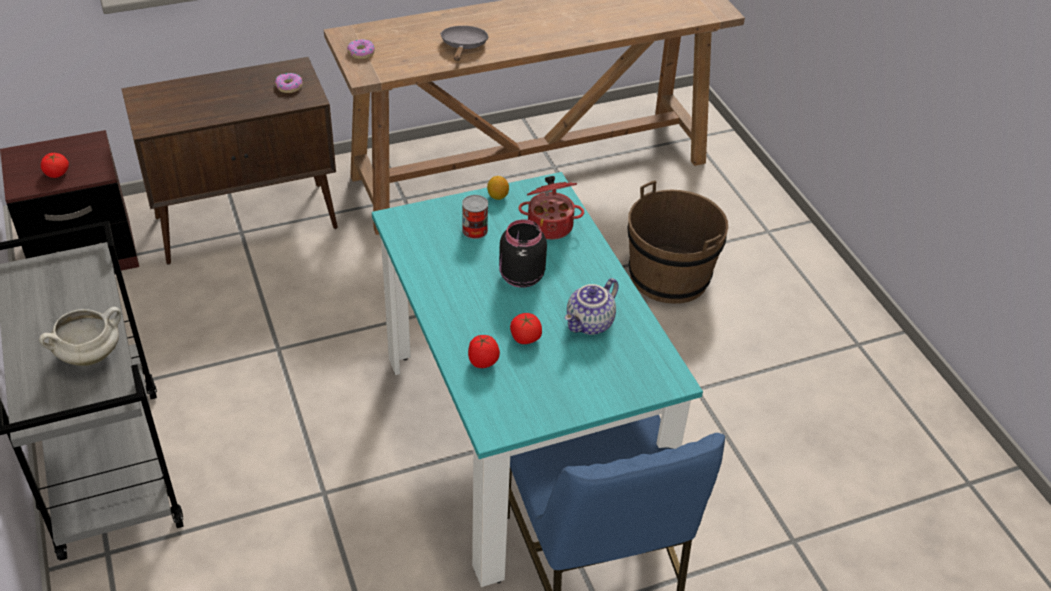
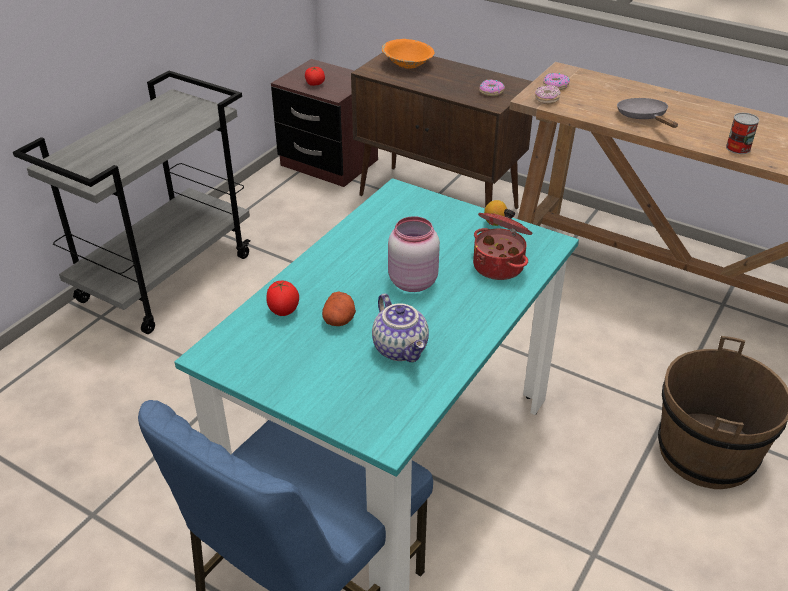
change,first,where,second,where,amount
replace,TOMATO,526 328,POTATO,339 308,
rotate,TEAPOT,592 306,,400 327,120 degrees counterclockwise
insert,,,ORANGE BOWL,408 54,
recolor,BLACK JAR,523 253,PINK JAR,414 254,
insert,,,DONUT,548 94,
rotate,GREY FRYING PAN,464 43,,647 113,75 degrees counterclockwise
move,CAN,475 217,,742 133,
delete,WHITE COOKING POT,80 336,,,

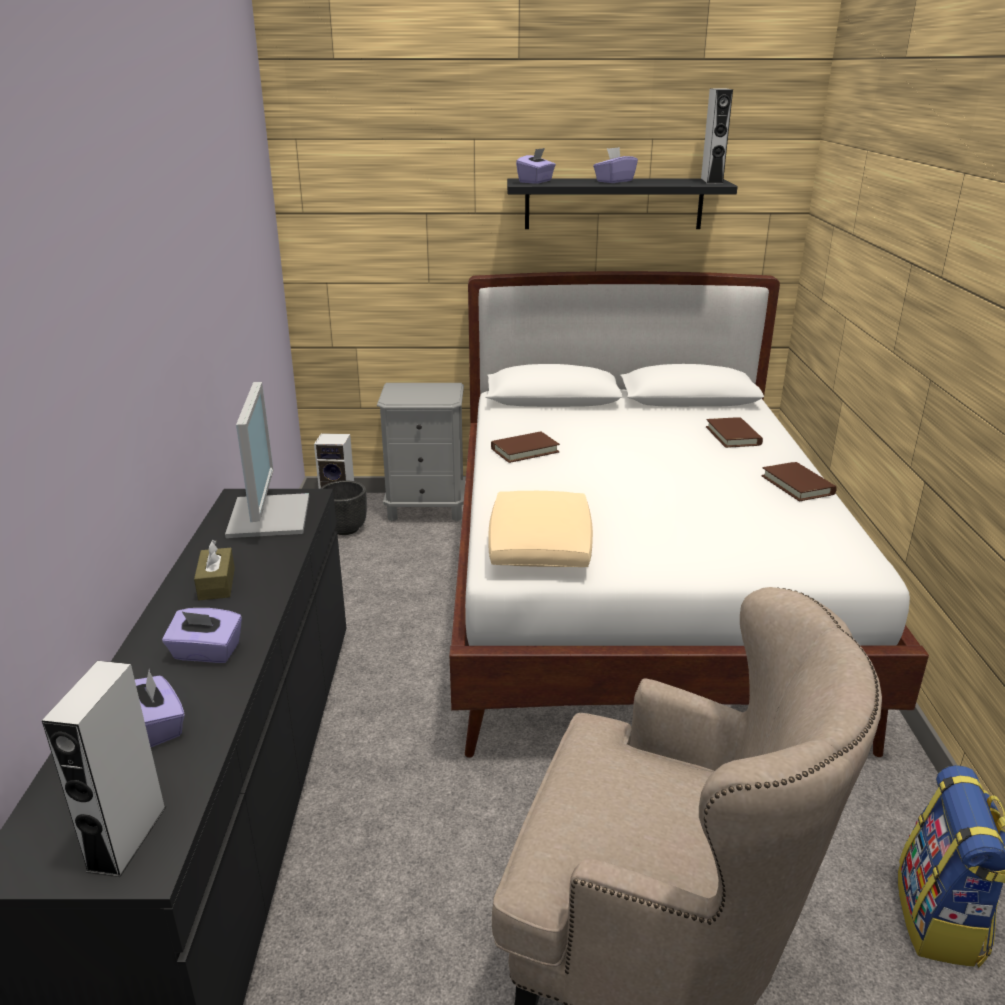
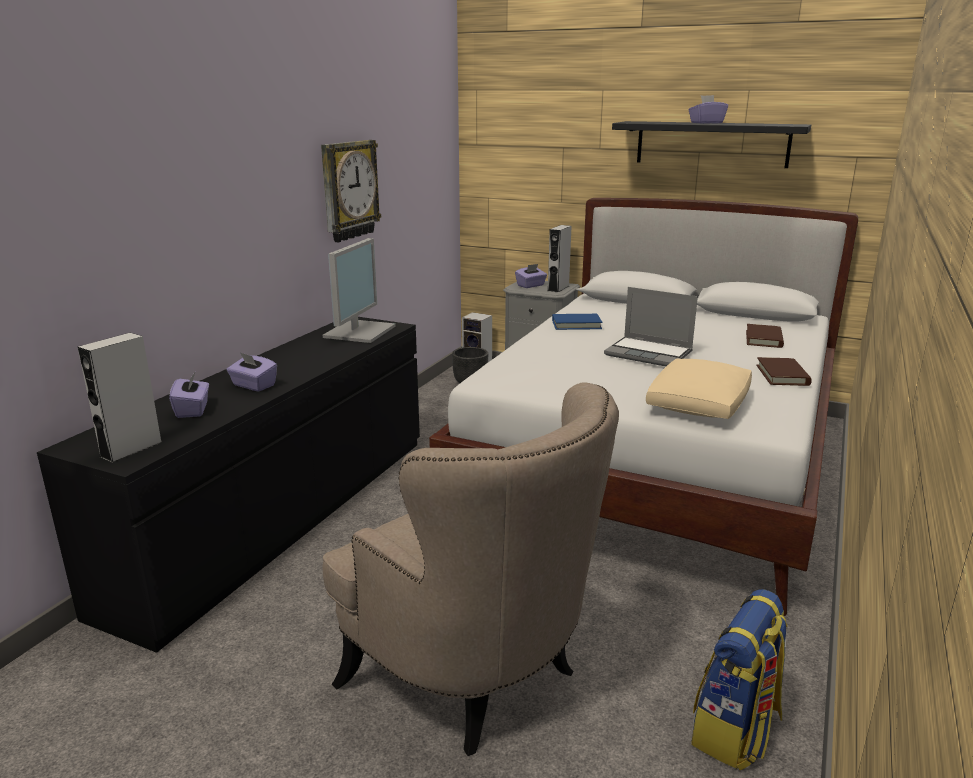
change,first,where,second,where,amount
insert,,,WALL CLOCK,351 191,
move,PURPLE TISSUE BOX,536 166,,531 276,
move,GREY SPEAKER,717 136,,560 258,
recolor,BROWN BOOK,525 447,BLUE BOOK,577 322,
insert,,,LAPTOP,651 326,
move,BEIGE PILLOW,540 529,,699 389,
delete,BROWN TISSUE BOX,214 570,,,

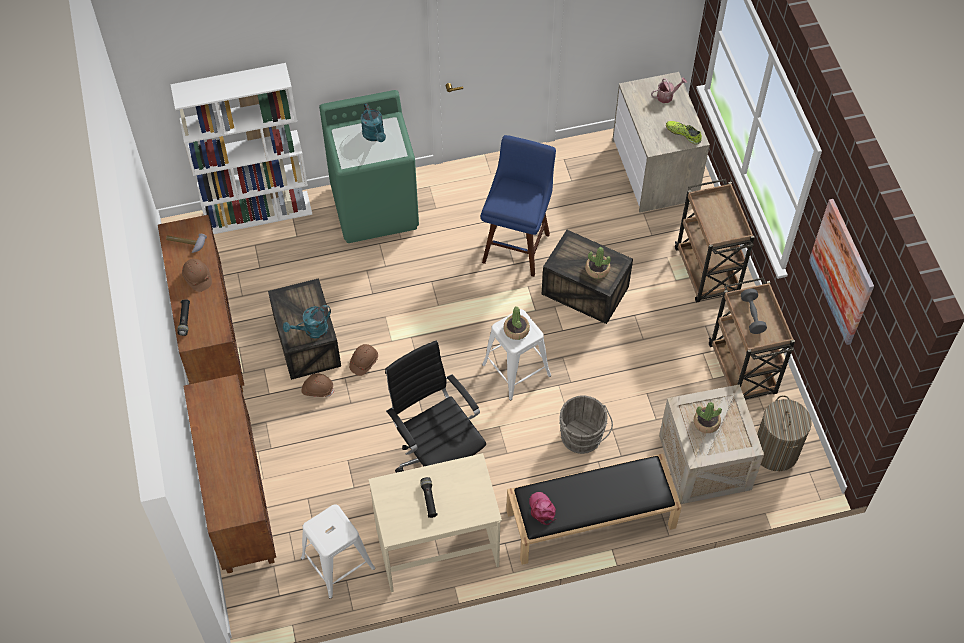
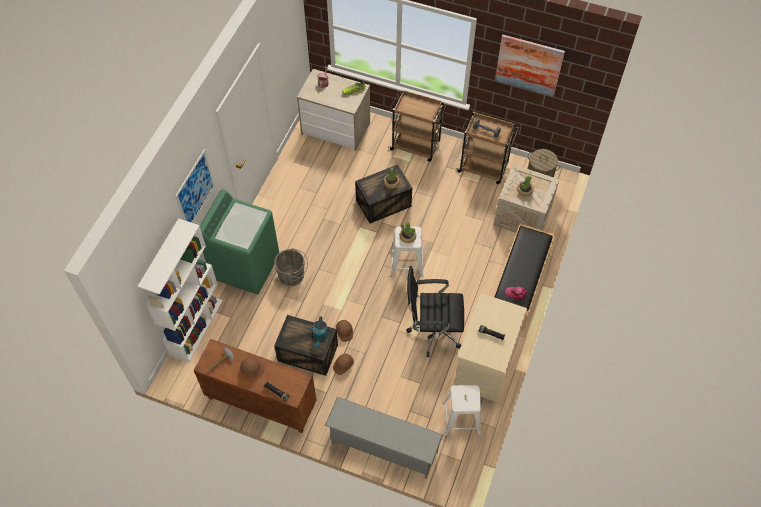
change,first,where,second,where,amount
insert,,,PICTURE,195 186,
move,GREY BUCKET,586 425,,291 267,
replace,BROWN CABINET,230 473,GREY SHOE RACK,384 438,
delete,TURQUOISE WATERING CAN,373 122,,,
delete,BLUE STOOL,518 206,,,

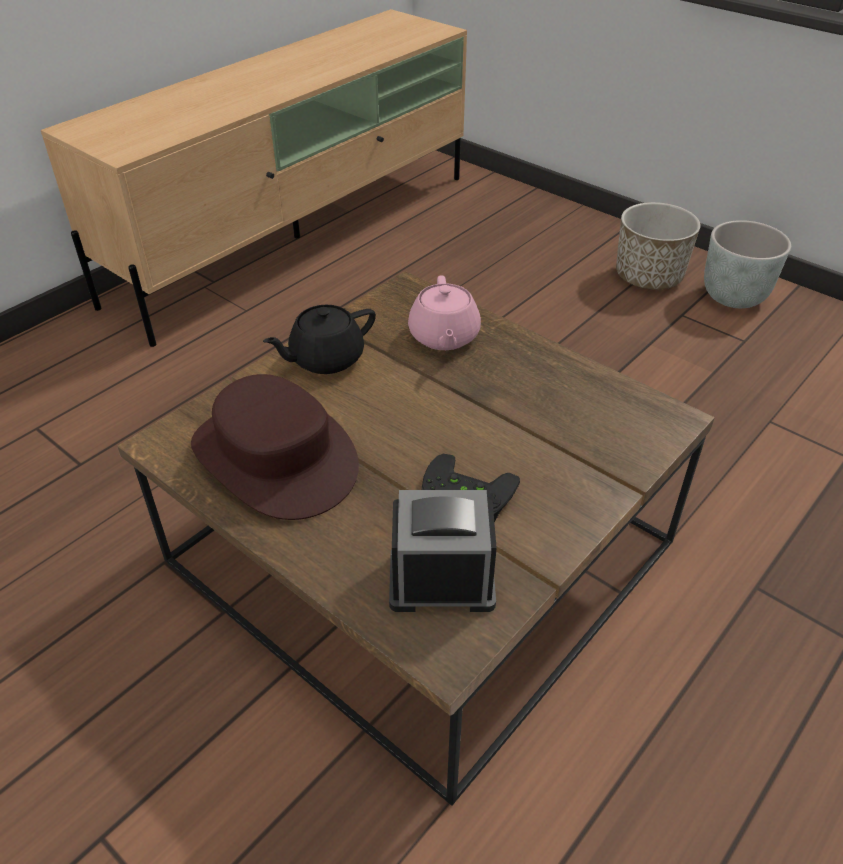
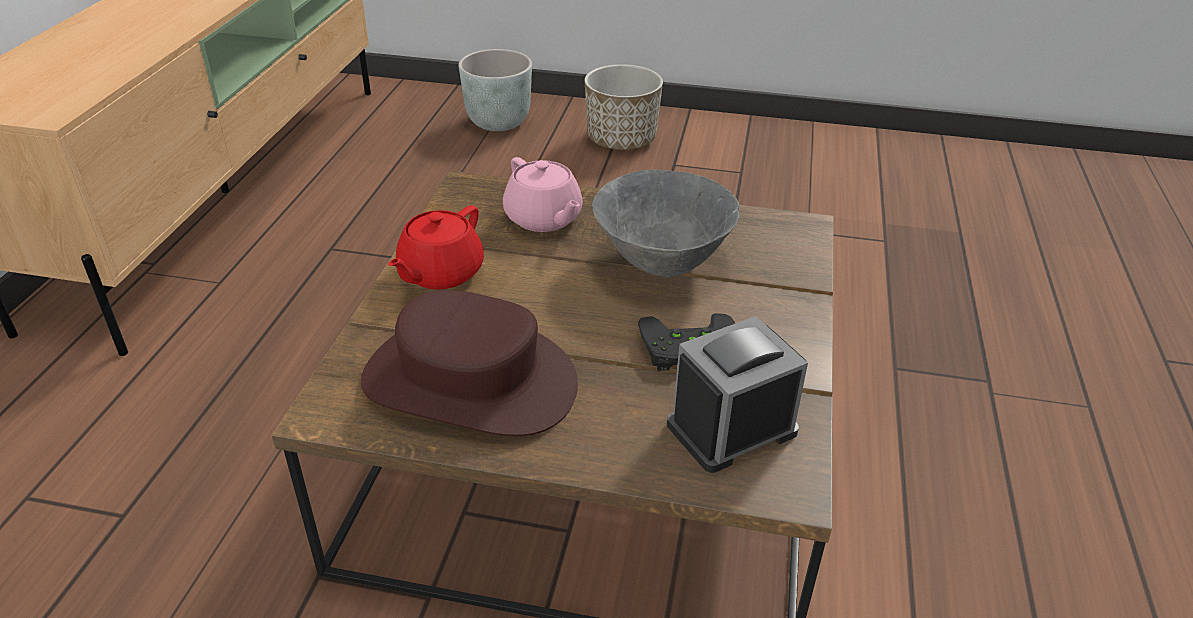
change,first,where,second,where,amount
recolor,BLACK TEAPOT,319 339,RED TEAPOT,435 247,
move,GREY PLANTER,747 264,,495 90,
insert,,,GREY BOWL,666 223,

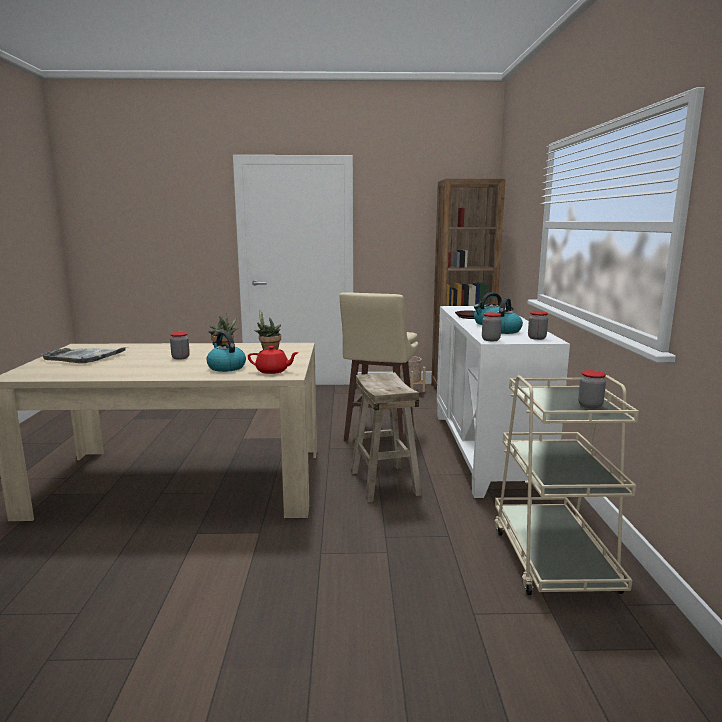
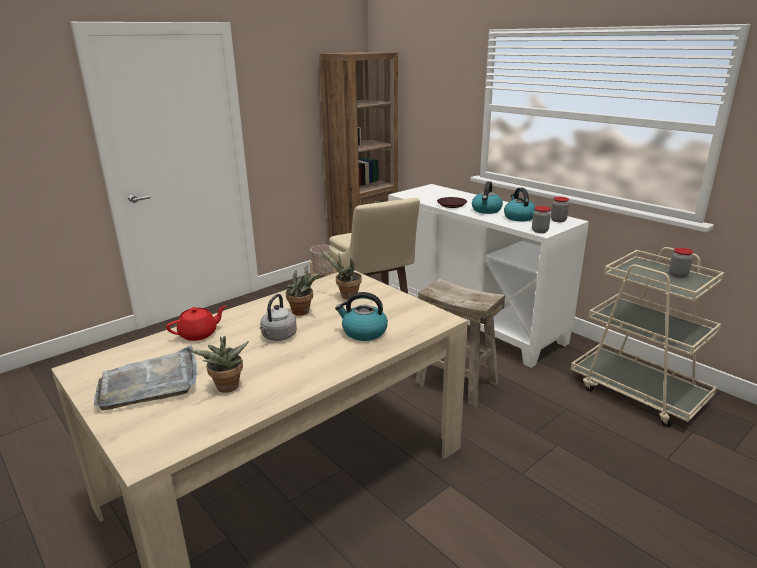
change,first,where,second,where,amount
move,RED TEAPOT,273 360,,196 323,
insert,,,POTTED PLANT,219 364,
replace,JAR,180 346,GREY KETTLE,278 317,

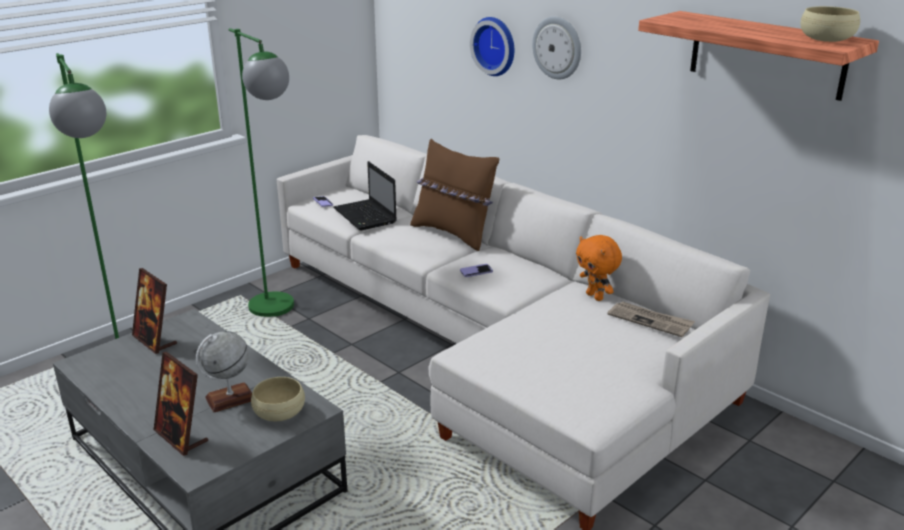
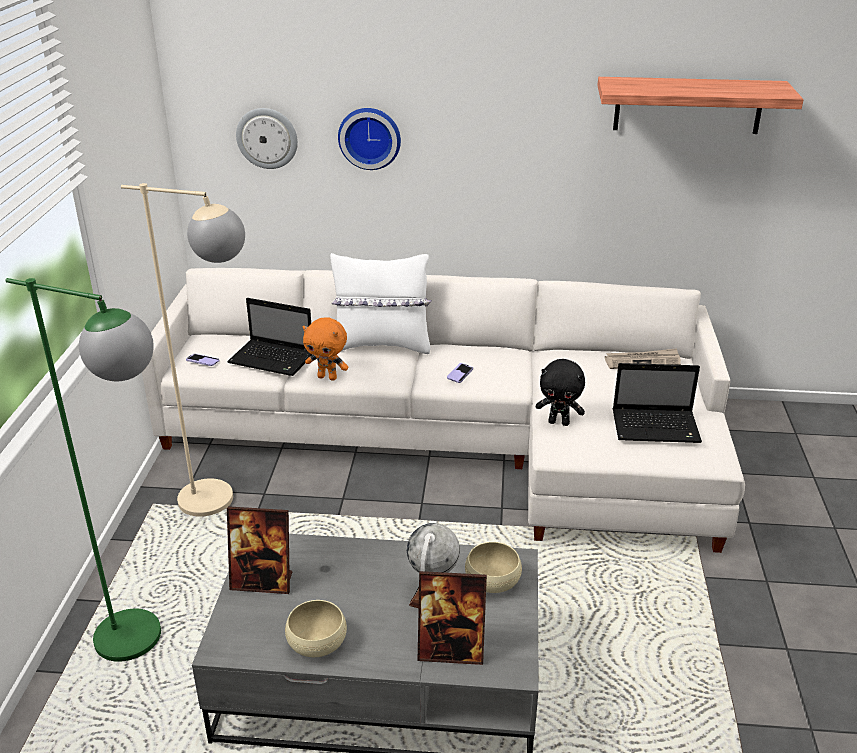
change,first,where,second,where,amount
recolor,GREEN FLOOR LAMP,261 172,BEIGE FLOOR LAMP,183 349,
move,WALL CLOCK,556 48,,267 138,
move,BEIGE BOWL,830 24,,316 628,
move,ORANGE PLUSH TOY,599 268,,325 349,
recolor,BROWN PILLOW,454 195,WHITE PILLOW,381 303,
insert,,,BLACK PLUSH TOY,560 392,
insert,,,LAPTOP,657 403,

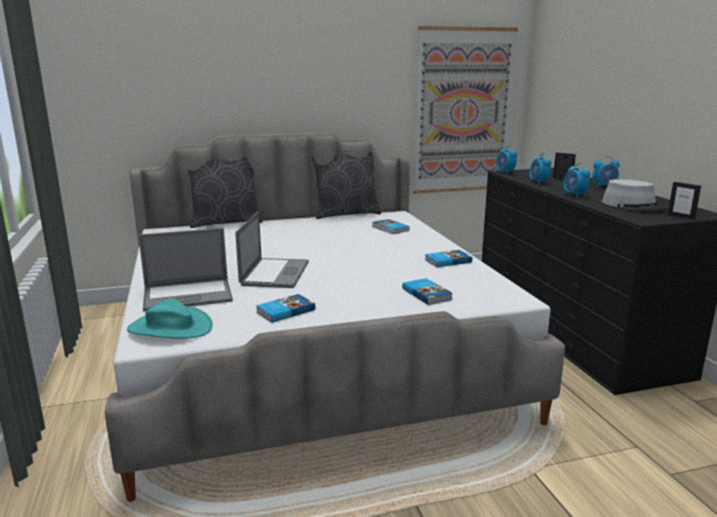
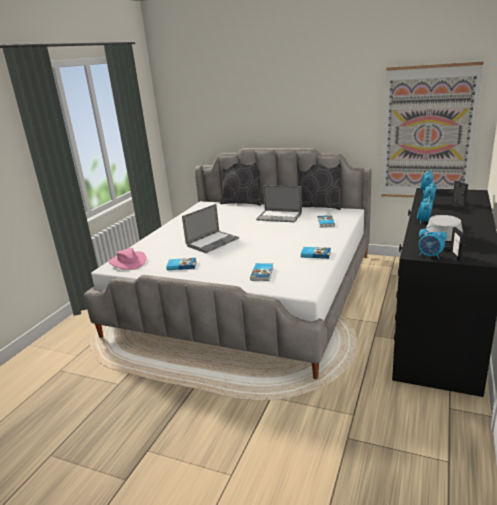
change,first,where,second,where,amount
recolor,TURQUOISE HAT,170 319,PINK HAT,127 259,
move,LAPTOP,186 269,,279 203,
move,ALARM CLOCK,605 172,,433 242,

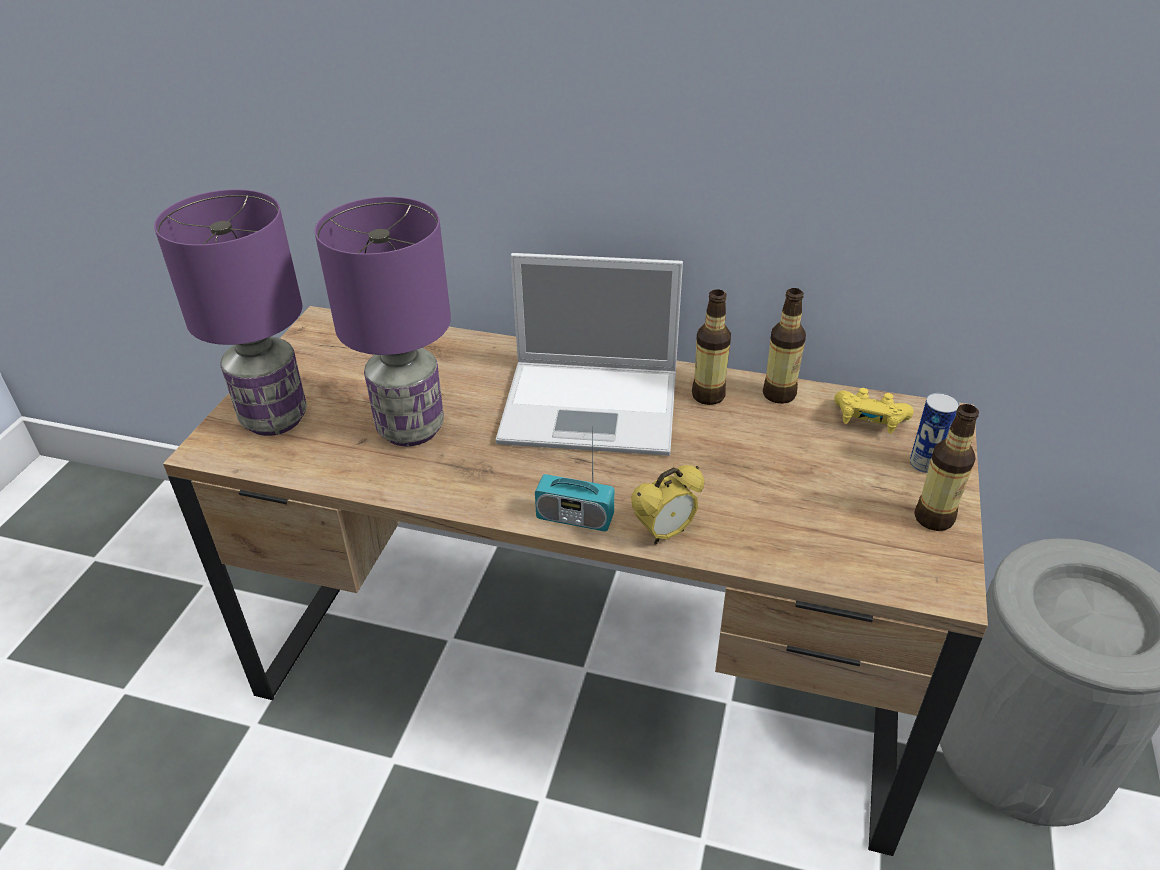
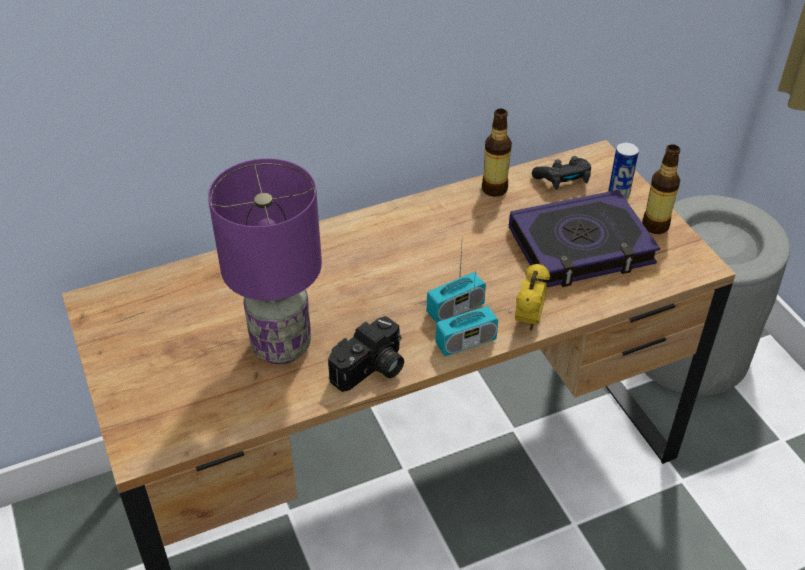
change,first,where,second,where,amount
insert,,,PHOTO CAMERA,366 354,
insert,,,RADIO,456 284,
insert,,,BOOK,584 238,
recolor,YELLOW GAME CONTROLLER,874 411,BLACK GAME CONTROLLER,561 173,
delete,PURPLE TABLE LAMP,230 312,,,
delete,LAPTOP,589 354,,,
delete,BOTTLE,711 347,,,

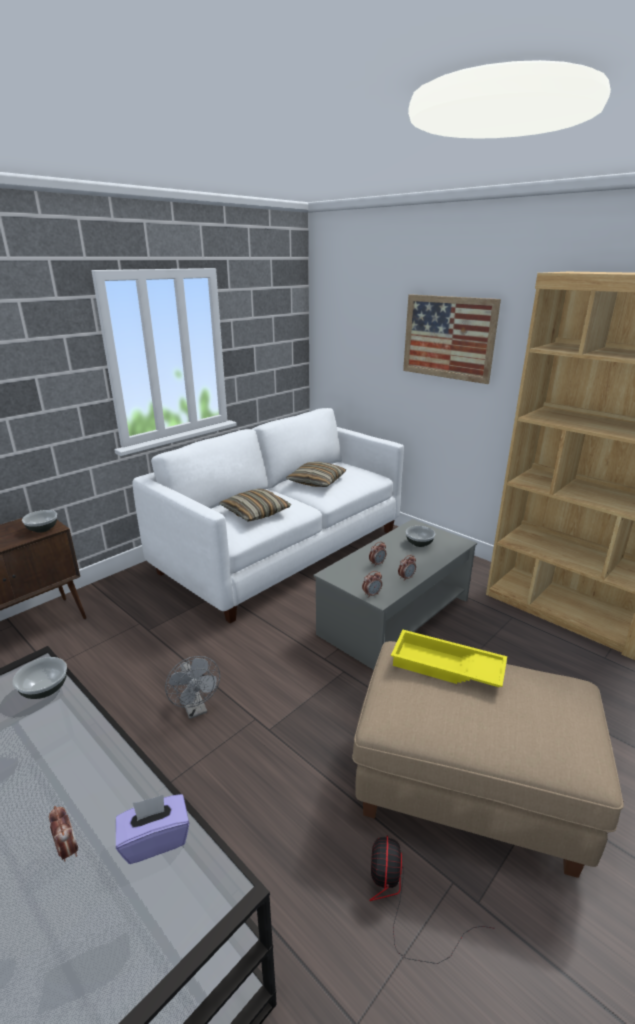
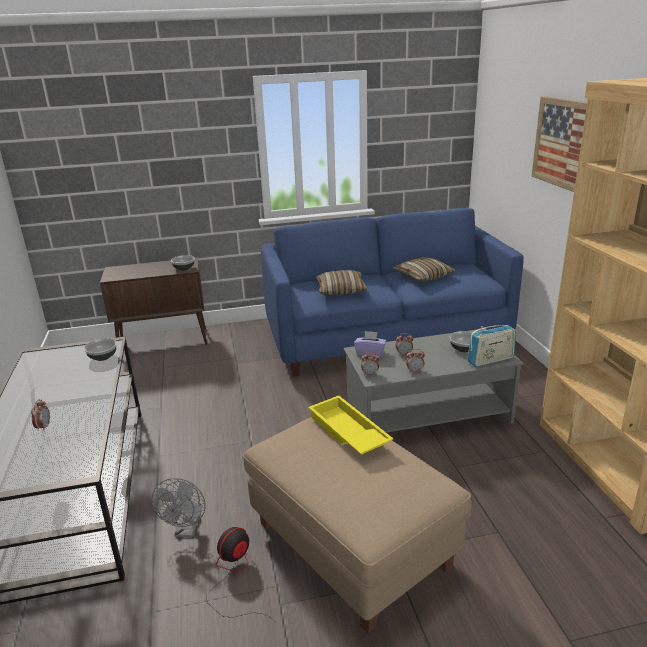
change,first,where,second,where,amount
move,GREY FAN,192 687,,179 507,
recolor,WHITE SOFA,268 515,BLUE SOFA,392 292,
move,PURPLE TISSUE BOX,152 829,,370 344,
insert,,,RADIO,491 346,

